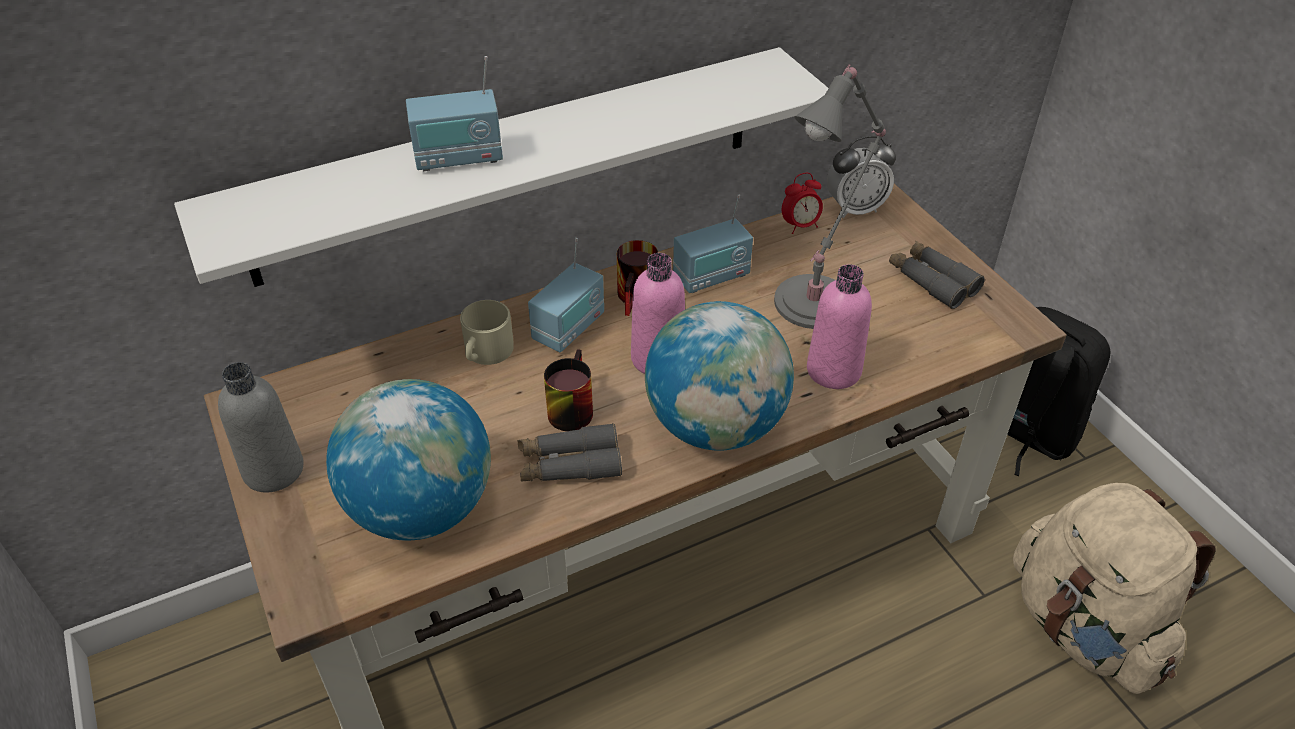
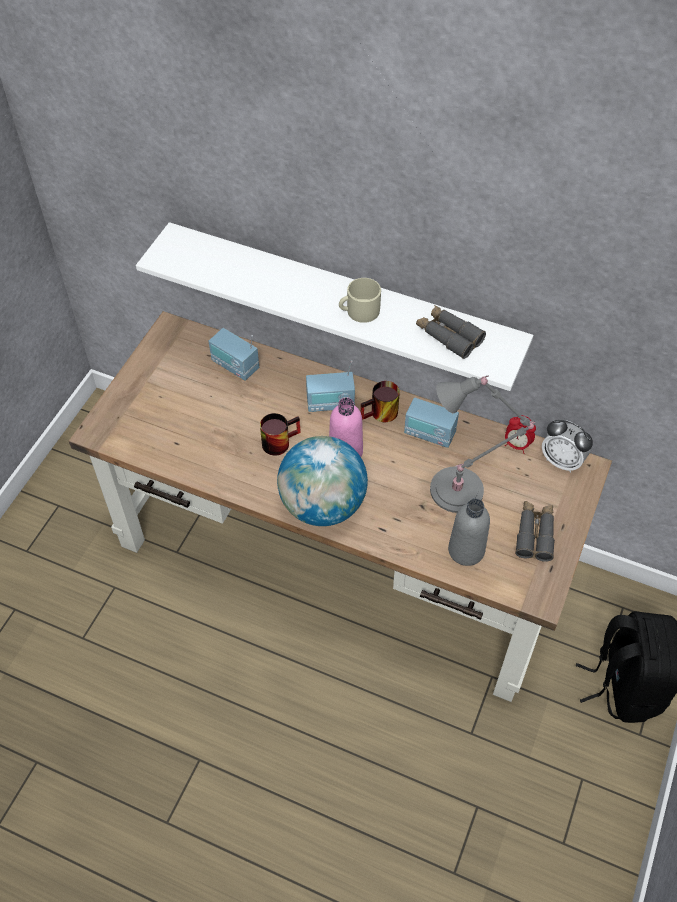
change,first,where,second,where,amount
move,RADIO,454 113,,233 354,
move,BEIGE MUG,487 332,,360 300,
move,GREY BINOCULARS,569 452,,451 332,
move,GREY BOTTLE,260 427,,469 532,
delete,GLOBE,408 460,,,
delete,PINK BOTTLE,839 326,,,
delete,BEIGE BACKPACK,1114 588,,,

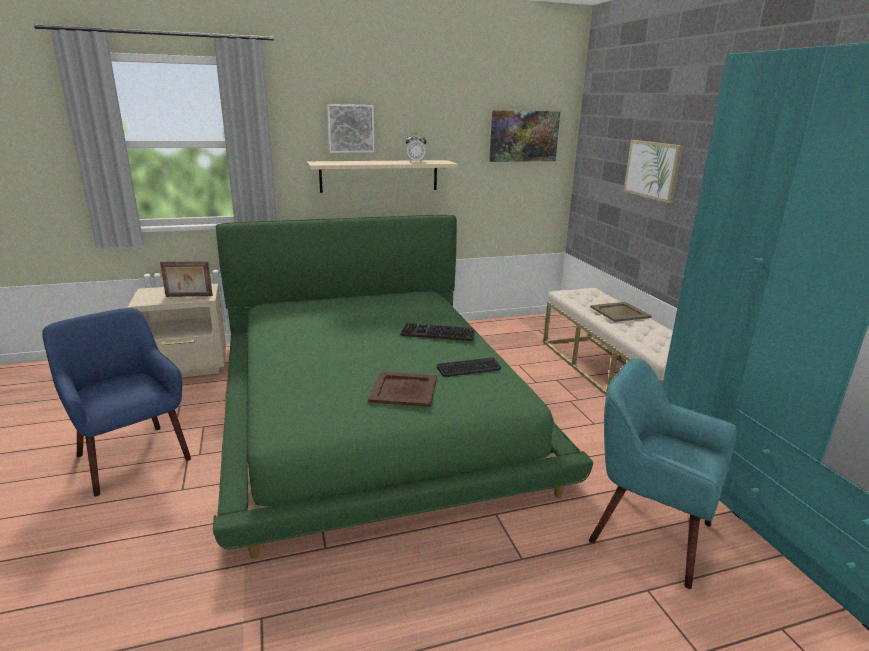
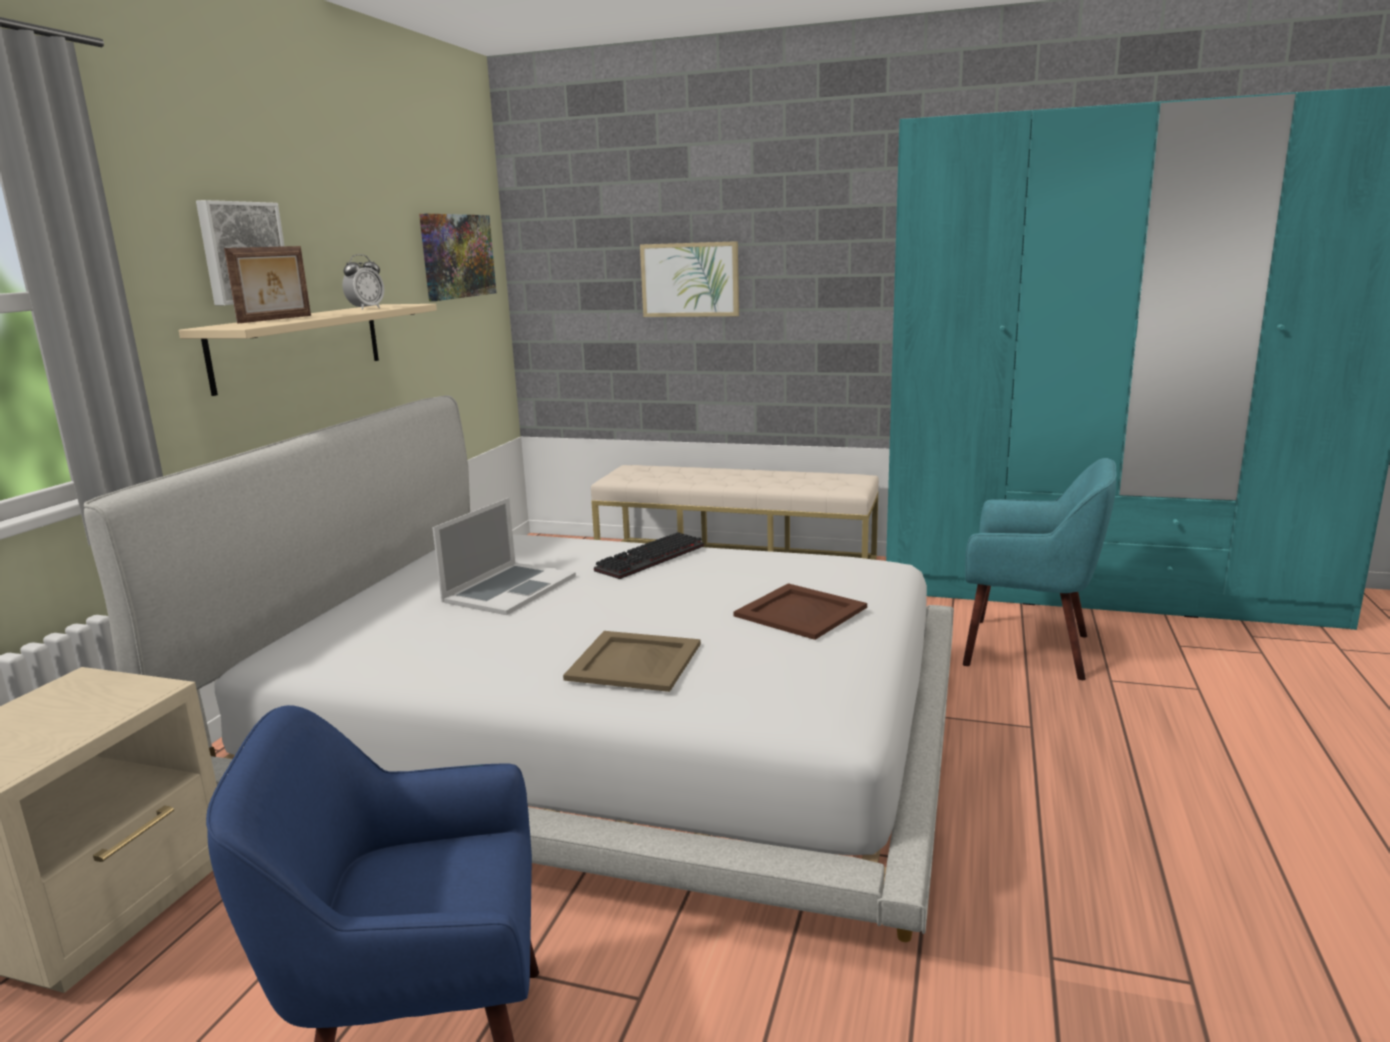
change,first,where,second,where,amount
recolor,GREEN BED,403 387,WHITE BED,519 668,
move,PICTURE FRAME,186 279,,267 284,
insert,,,LAPTOP,504 556,
move,BEIGE TRAY,621 312,,632 661,
rotate,TURQUOISE ARMCHAIR,663 473,,1040 569,135 degrees counterclockwise
delete,KEYBOARD,469 367,,,

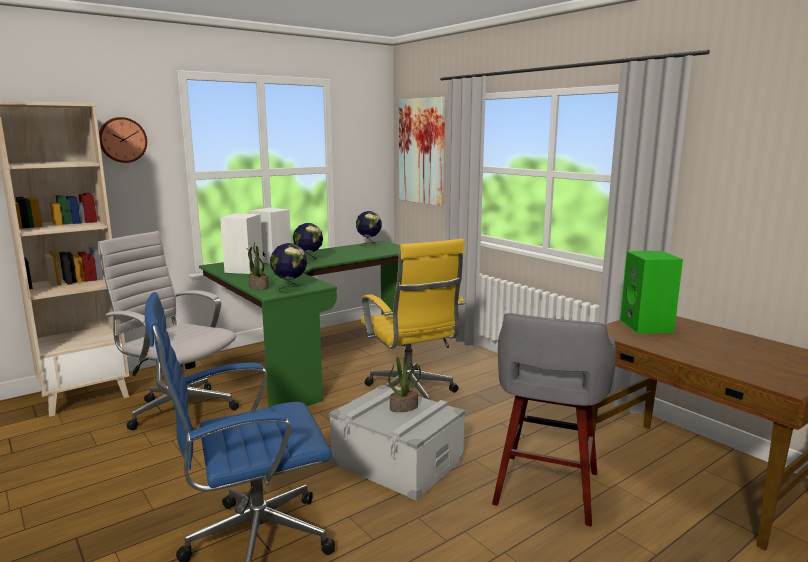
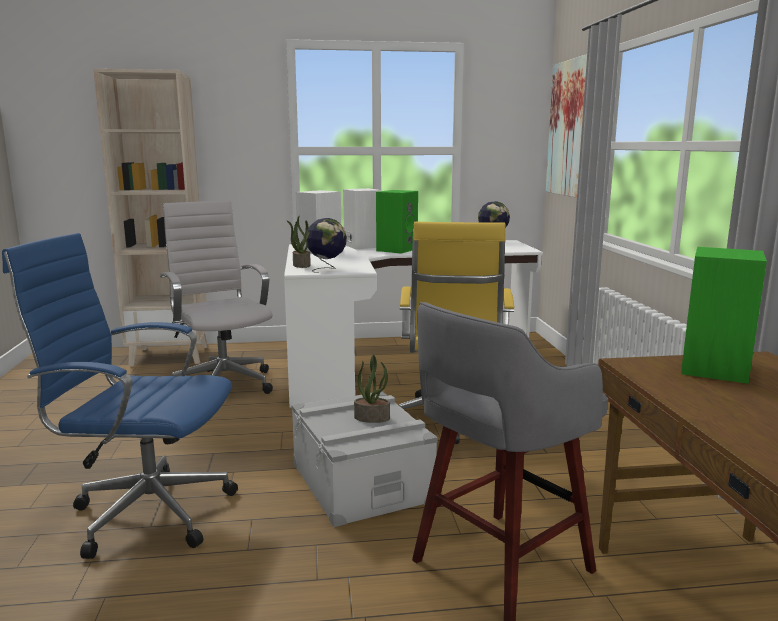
change,first,where,second,where,amount
recolor,GREEN DESK,299 324,WHITE DESK,413 324,
replace,GLOBE,308 243,GREEN SPEAKER,397 222,
delete,WALL CLOCK,123 140,,,

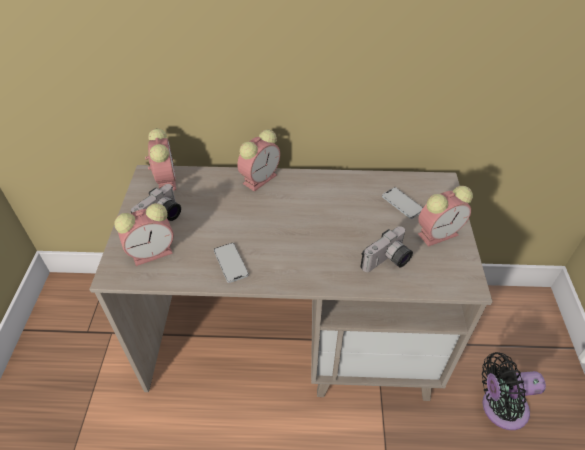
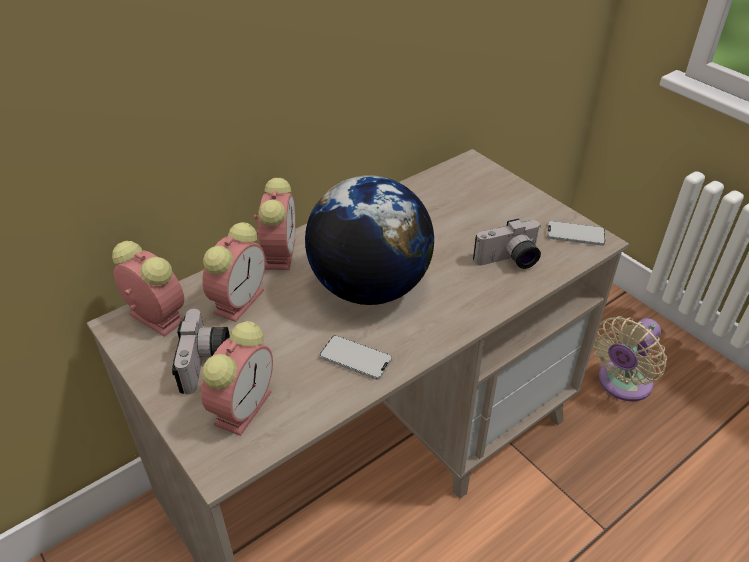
change,first,where,second,where,amount
move,ALARM CLOCK,445 216,,233 272,
insert,,,GLOBE,369 240,
rotate,PHOTO CAMERA,386 249,,507 243,60 degrees clockwise
move,PHONE,402 203,,576 233,
recolor,BLACK FAN,514 391,BEIGE FAN,630 358,

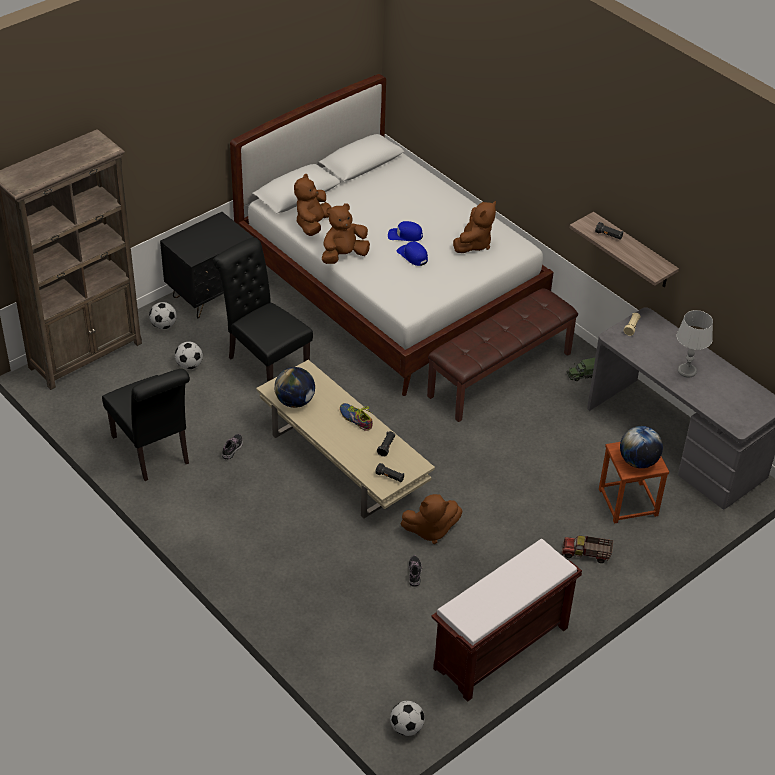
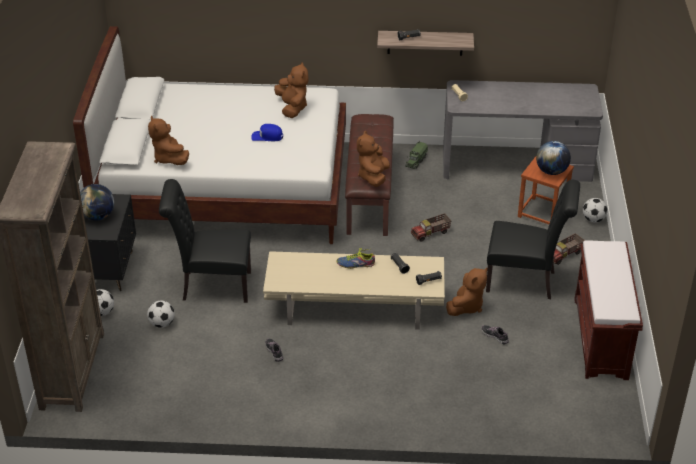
change,first,where,second,where,amount
move,GLOBE,294 387,,97 202,
move,BROWN PLUSH TOY,346 233,,373 159,
insert,,,TOY TRUCK,431 227,
move,BLACK CHAIR,146 425,,533 239,
move,FOOTBALL,407 718,,595 210,
delete,BLUE CAP,405 231,,,
delete,GREY TABLE LAMP,695 344,,,

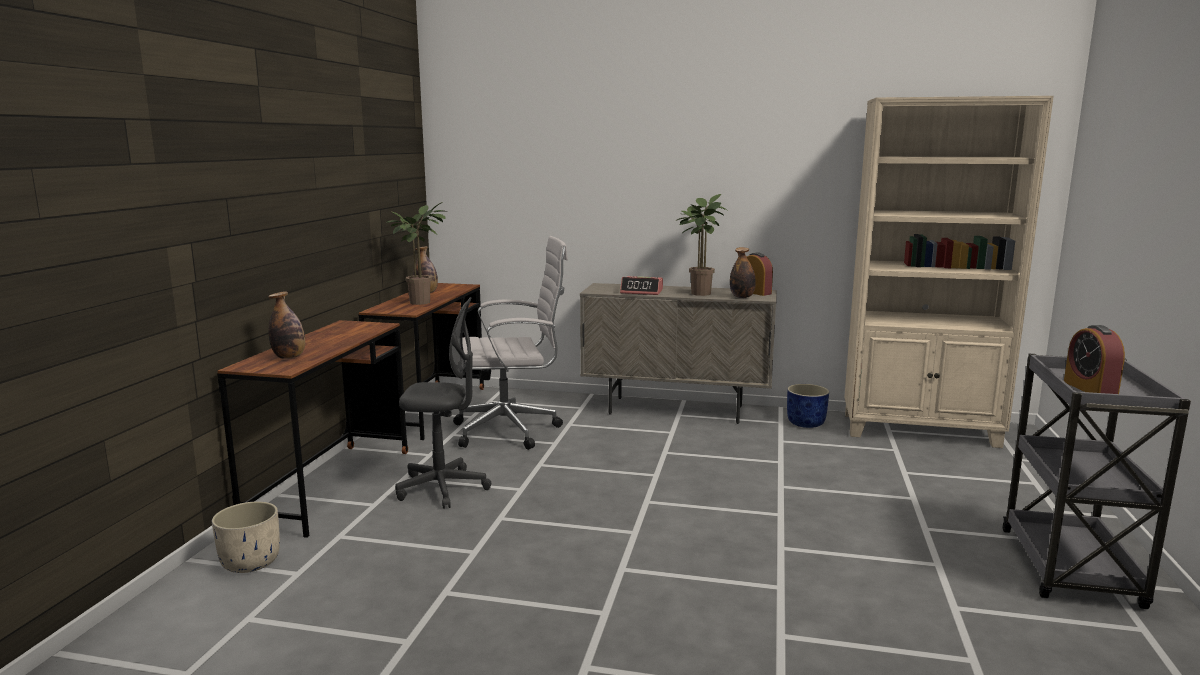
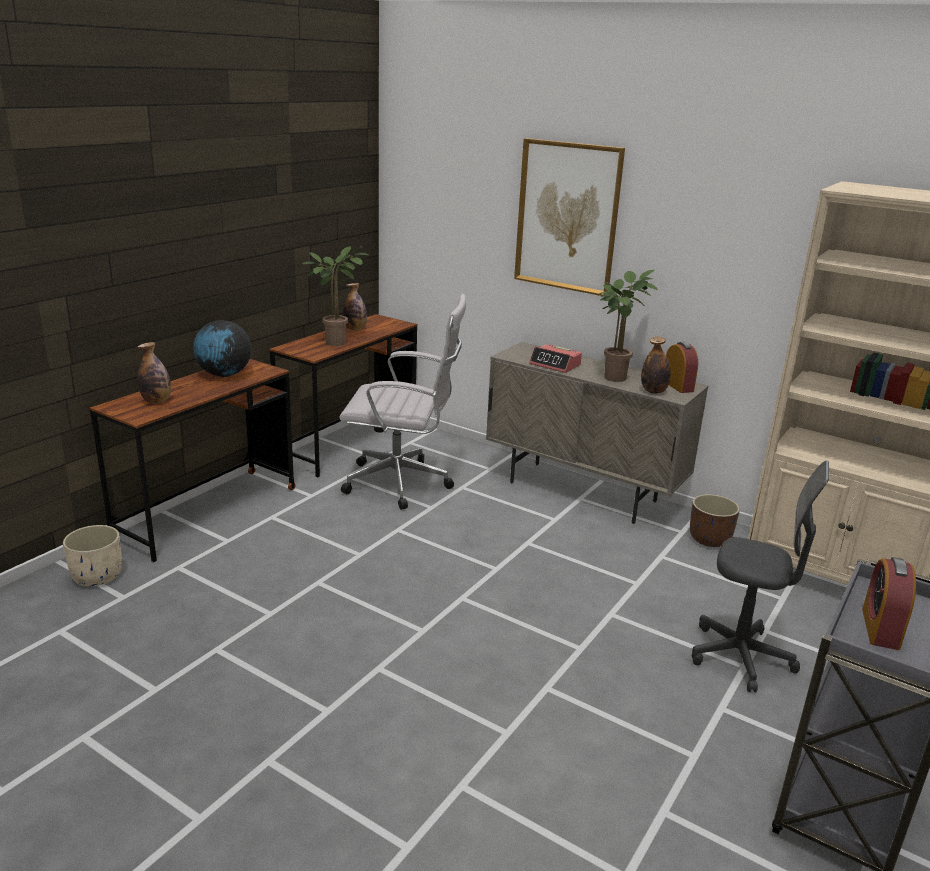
change,first,where,second,where,amount
insert,,,GLOBE,222 348,
insert,,,PICTURE,569 217,
recolor,BLUE PLANTER,808 406,BROWN PLANTER,715 520,
move,GREY OFFICE CHAIR,443 403,,760 576,

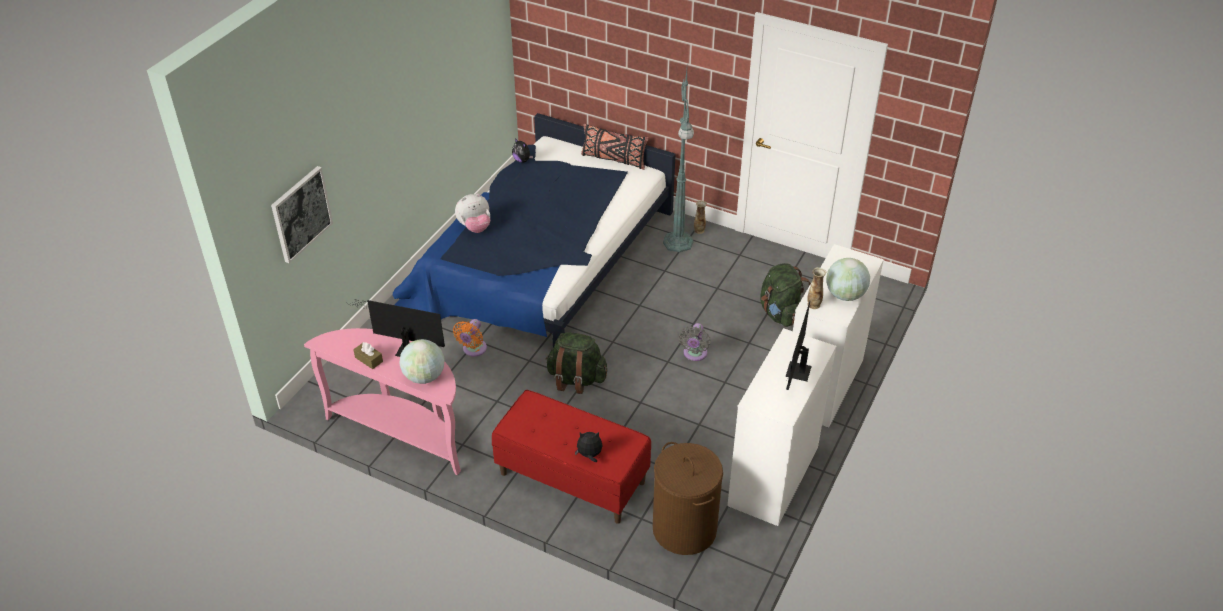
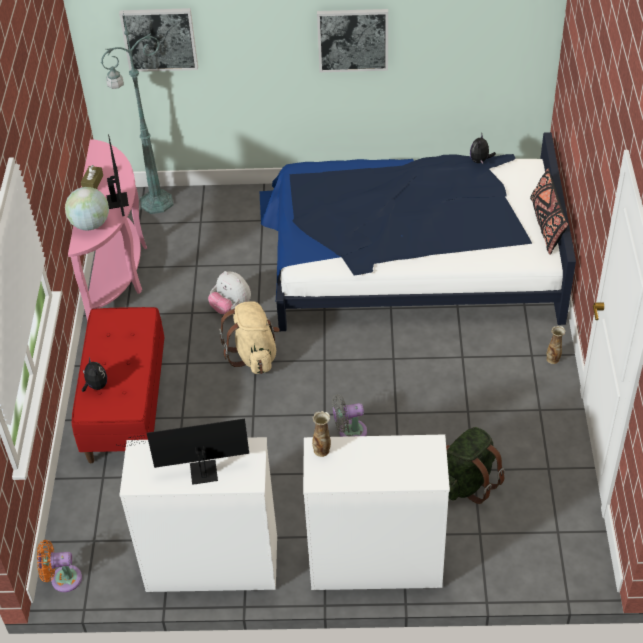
change,first,where,second,where,amount
move,ORANGE FAN,470 338,,59 566,
move,GREEN FLOOR LAMP,678 160,,137 113,
move,PLUSH TOY,472 213,,229 292,
recolor,GREEN BACKPACK,576 363,BEIGE BACKPACK,249 337,
insert,,,PICTURE,352 40,
delete,BROWN LAUNDRY BASKET,688 498,,,
delete,GLOBE,848 279,,,

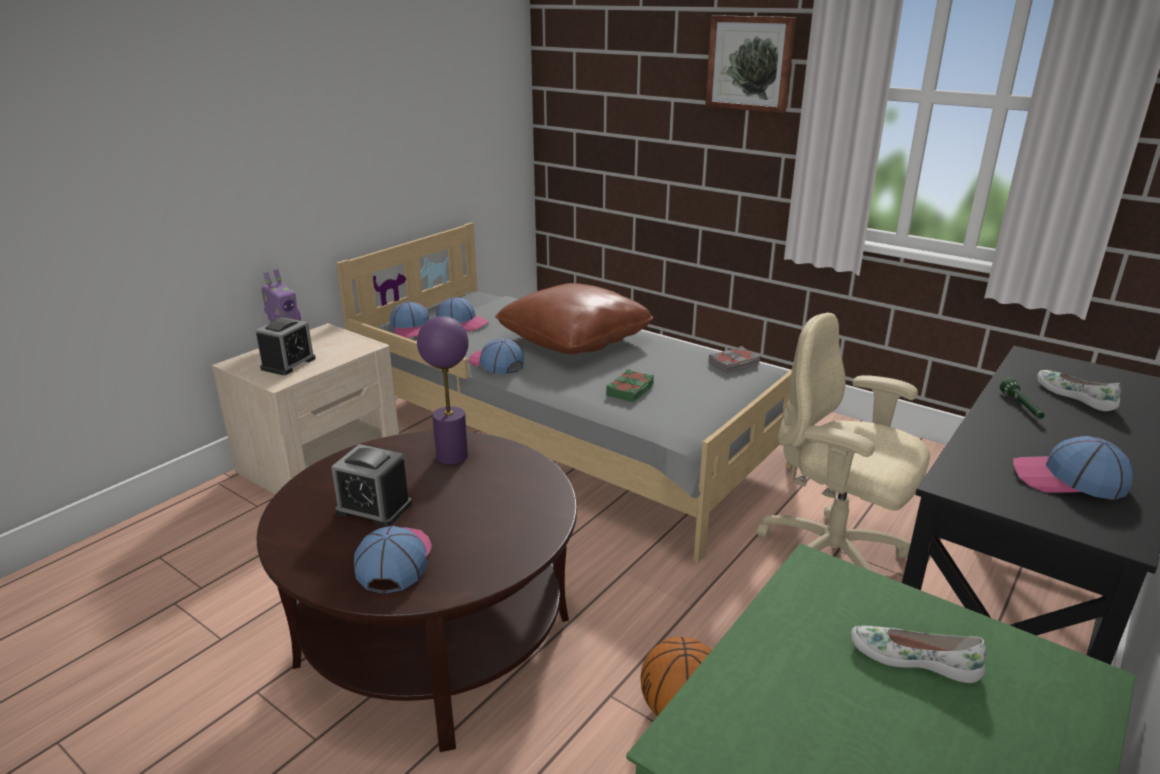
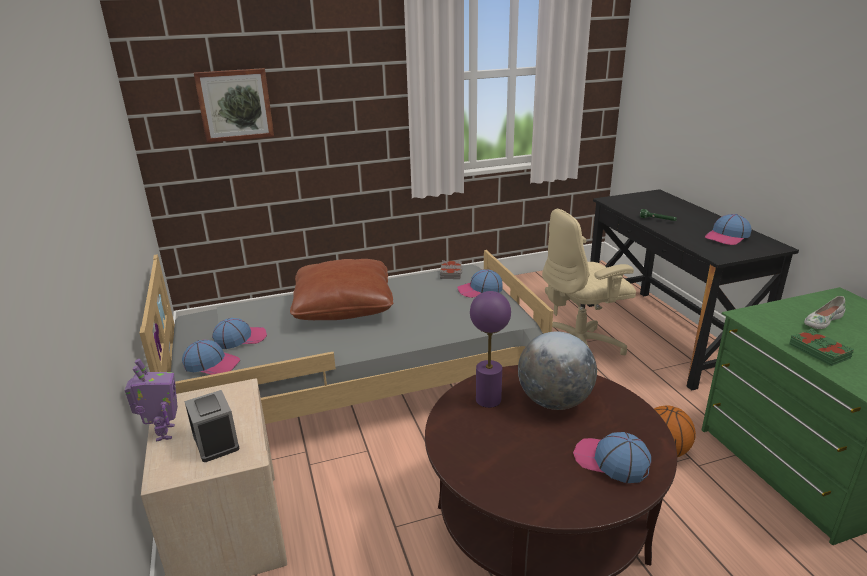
change,first,where,second,where,amount
move,PICTURE,750 64,,234 105,
move,CAP,496 356,,480 283,
insert,,,GLOBE,557 371,
move,GREEN BOOK,630 385,,821 347,
delete,ALARM CLOCK,371 485,,,
delete,WHITE SHOE,1079 390,,,

